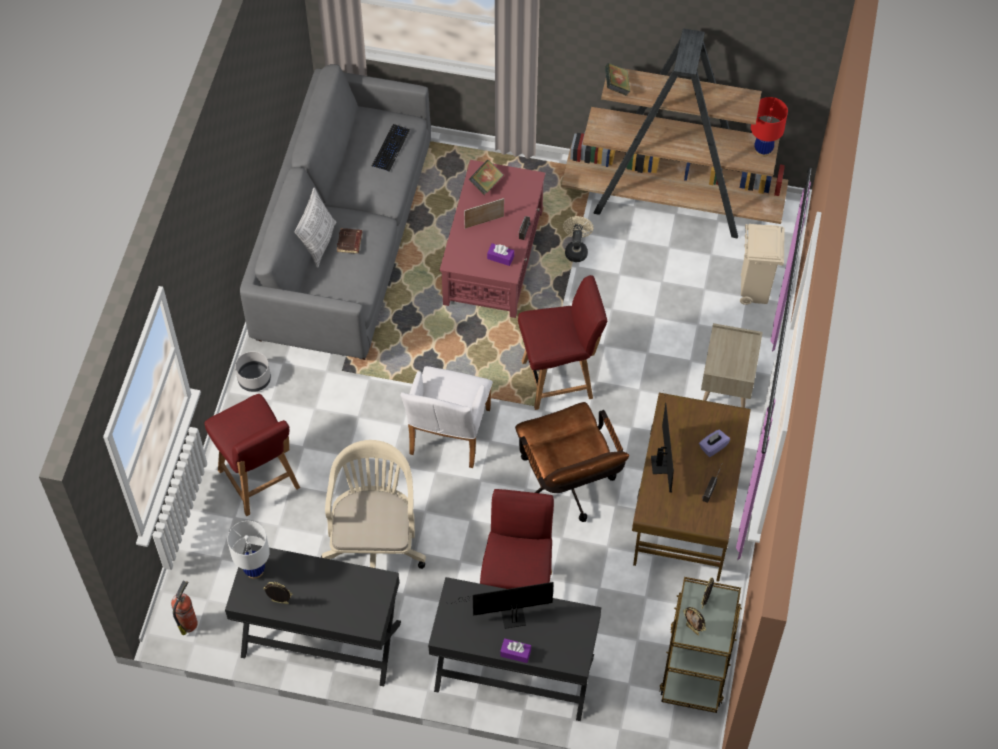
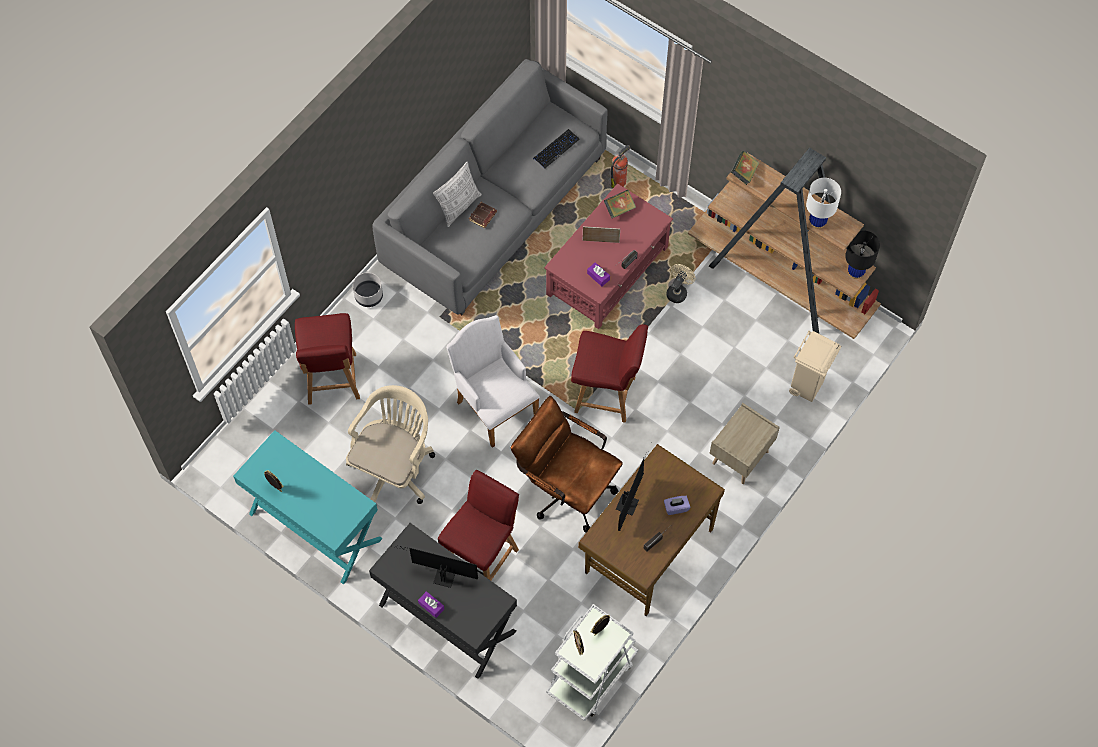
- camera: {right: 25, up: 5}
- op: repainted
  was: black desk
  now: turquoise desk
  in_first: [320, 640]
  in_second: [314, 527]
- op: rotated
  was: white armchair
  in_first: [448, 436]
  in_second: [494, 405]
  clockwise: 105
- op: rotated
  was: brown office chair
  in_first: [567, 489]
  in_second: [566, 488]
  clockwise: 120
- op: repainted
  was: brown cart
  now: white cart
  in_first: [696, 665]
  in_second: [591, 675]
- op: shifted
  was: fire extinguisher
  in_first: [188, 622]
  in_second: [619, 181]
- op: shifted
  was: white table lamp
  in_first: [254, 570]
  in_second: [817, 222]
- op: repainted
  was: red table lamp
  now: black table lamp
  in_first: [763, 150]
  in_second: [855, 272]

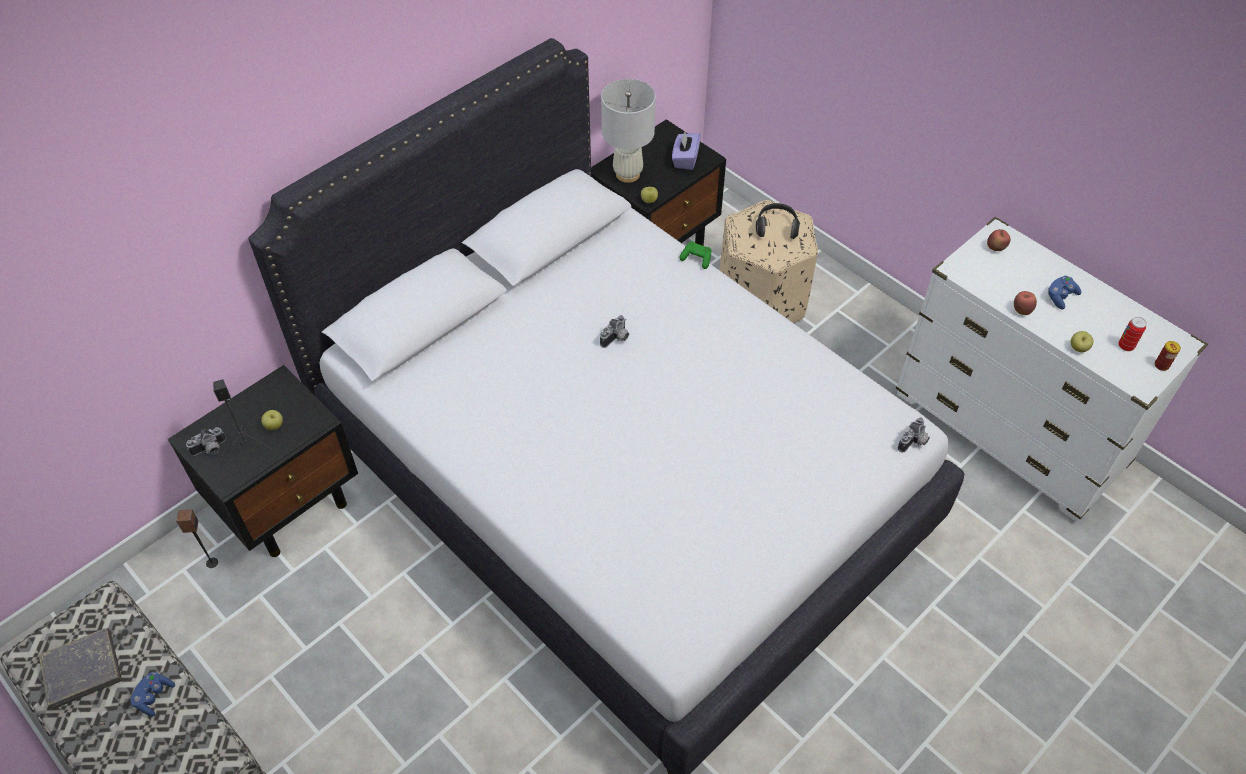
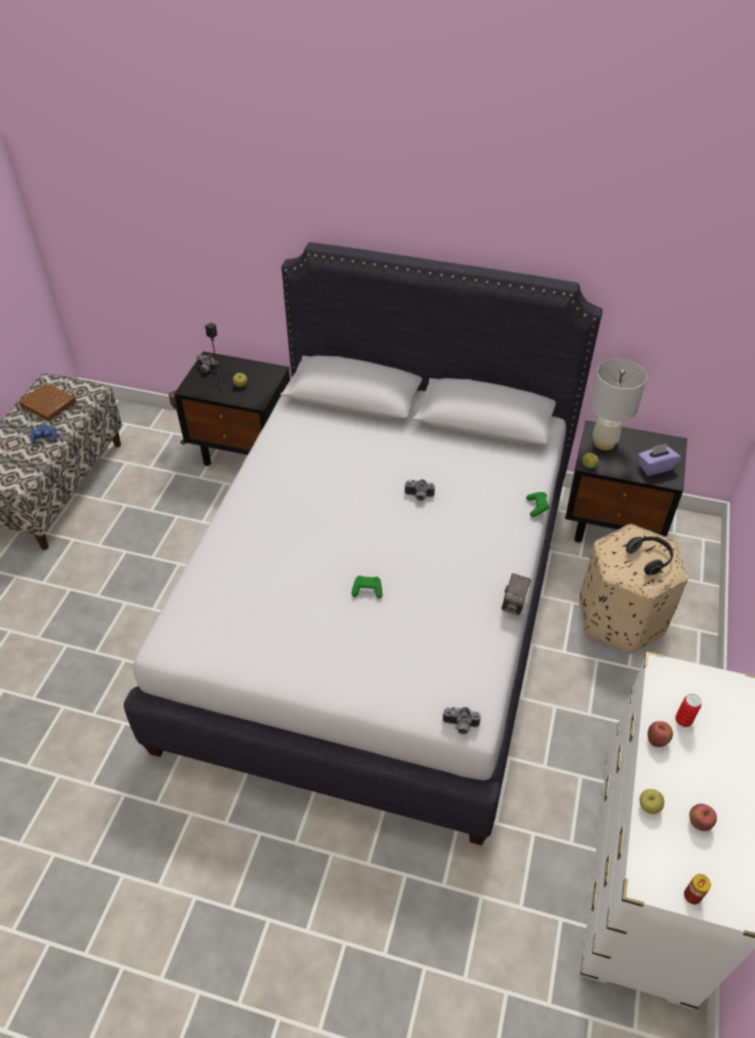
- camera: {right: 60, up: -5}
- op: repainted
  was: grey book
  now: brown book
  in_first: [82, 670]
  in_second: [48, 405]
- op: new
  now: green game controller
  in_second: [367, 590]
- op: new
  now: photo camera
  in_second: [514, 604]
- op: shifted
  was: can
  in_first: [1125, 346]
  in_second: [683, 720]
- op: shifted
  was: apple
  in_first: [995, 248]
  in_second: [698, 823]
- op: gone
  was: blue game controller
  in_first: [1060, 297]

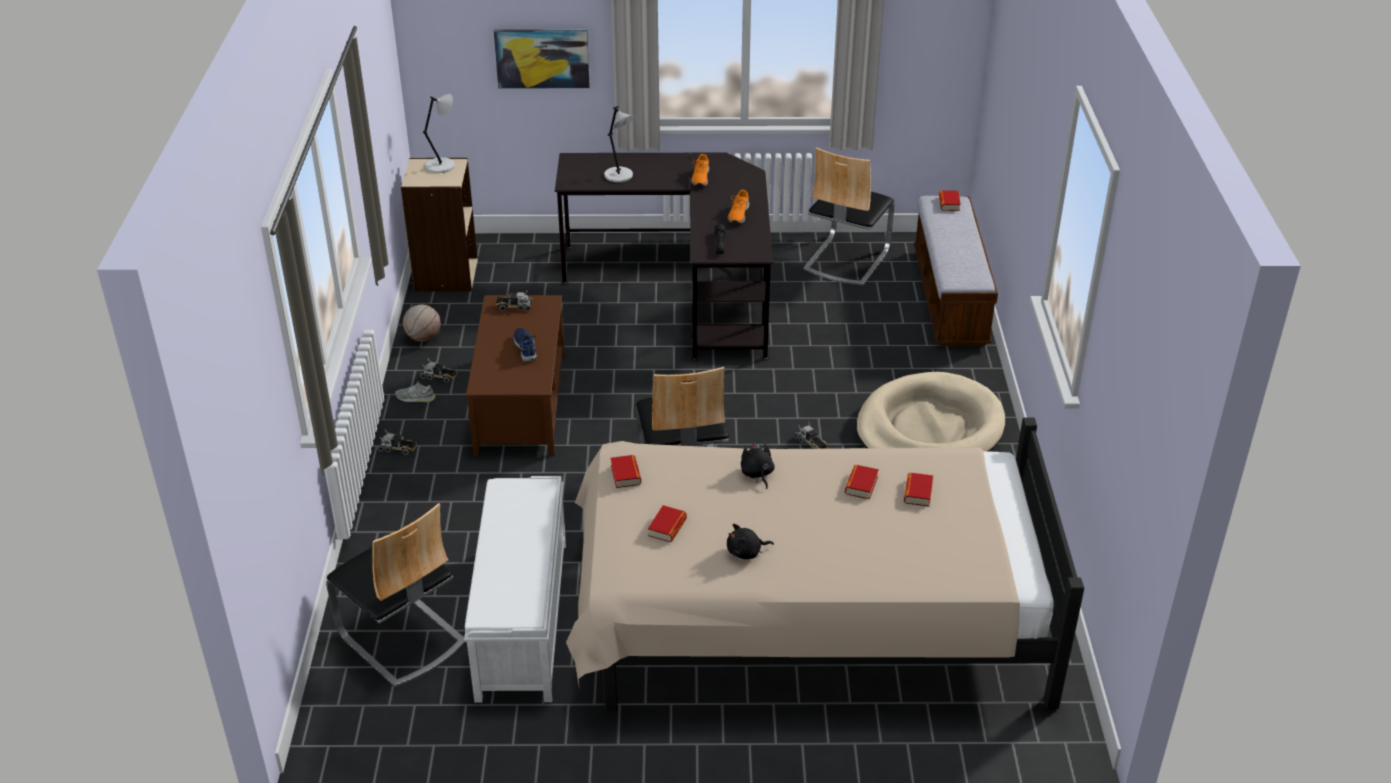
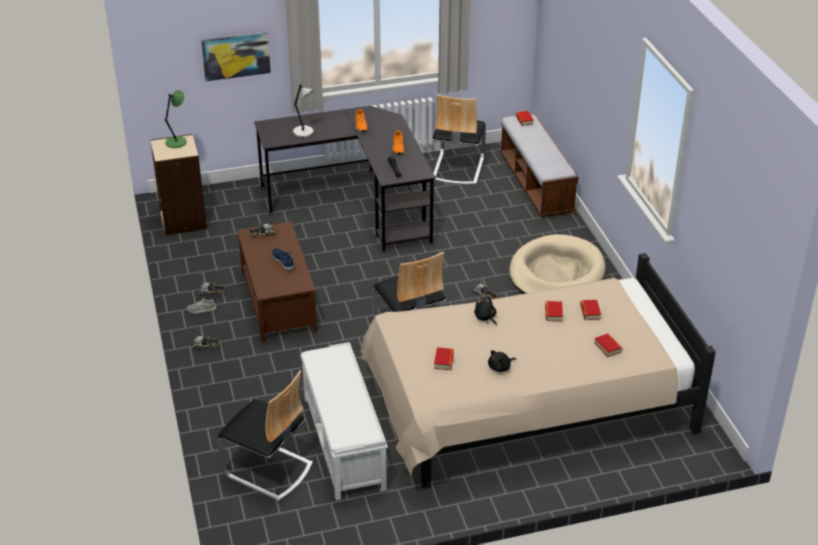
- camera: {right: -15, up: 0}
- op: repainted
  was: grey table lamp
  now: green table lamp
  in_first: [442, 165]
  in_second: [177, 142]
- op: shifted
  was: book
  in_first: [625, 475]
  in_second: [607, 347]
- op: gone
  was: basketball
  in_first: [423, 338]

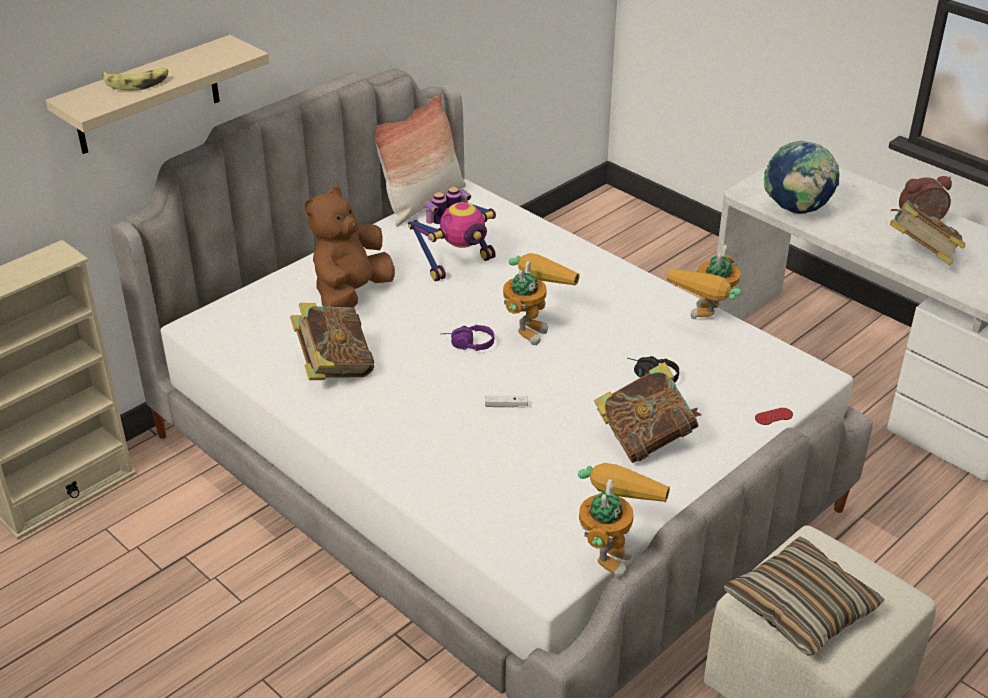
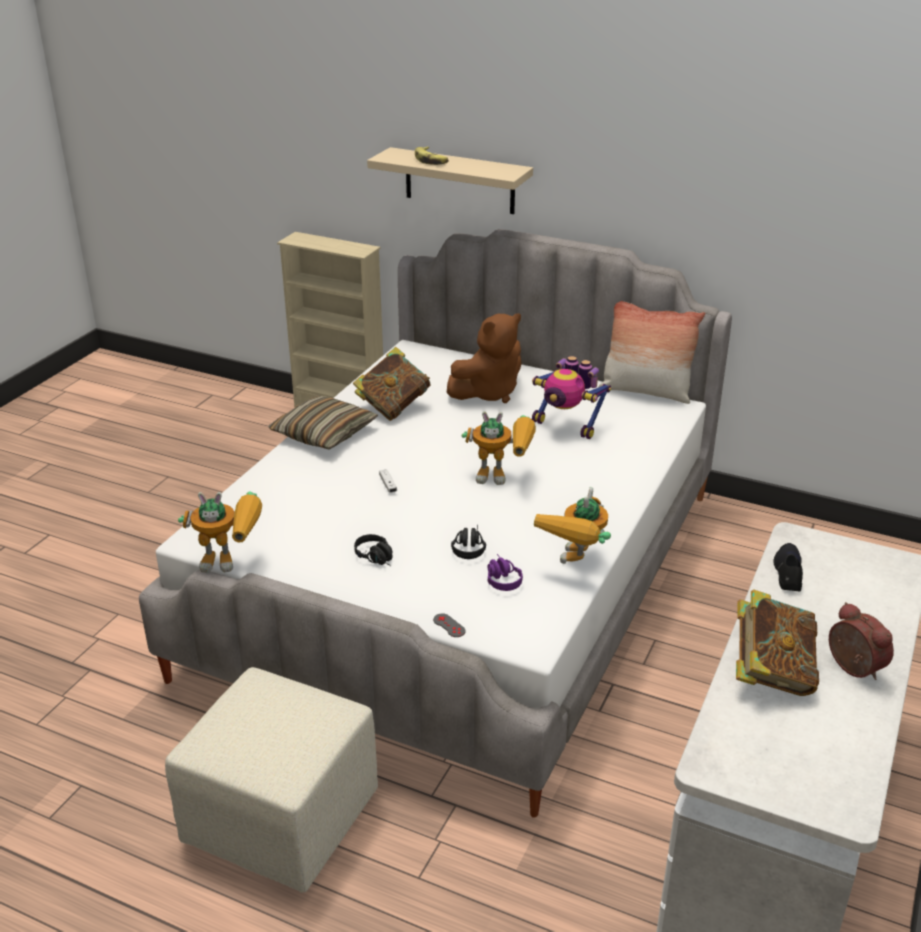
- camera: {right: 70, up: -5}
- op: shifted
  was: pillow
  in_first: [801, 607]
  in_second: [324, 433]
- op: swapped
  was: book
  now: black headphones
  in_first: [645, 440]
  in_second: [378, 558]
- op: repainted
  was: red game controller
  now: grey game controller
  in_first: [773, 416]
  in_second: [449, 625]
- op: rotated
  was: brown plush toy
  in_first: [351, 295]
  in_second: [488, 392]
  clockwise: 135
- op: shifted
  was: purple headphones
  in_first: [467, 345]
  in_second: [500, 578]
- op: rotated
  was: toy robot
  in_first: [706, 321]
  in_second: [576, 565]
  clockwise: -75
- op: swapped
  was: globe
  now: black shoe
  in_first: [796, 211]
  in_second: [788, 572]

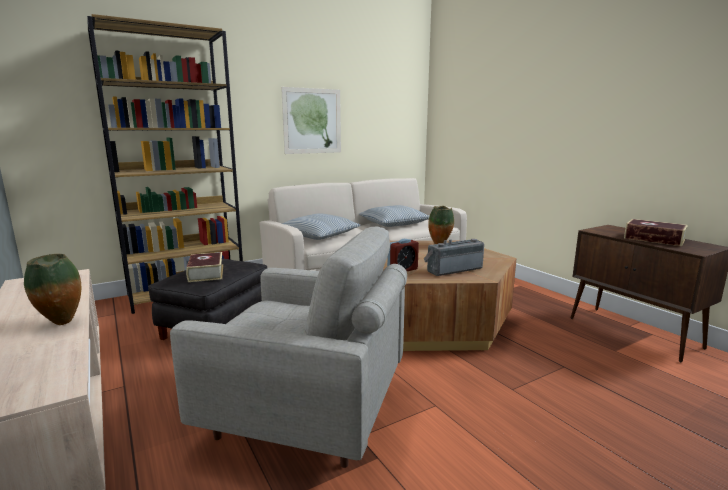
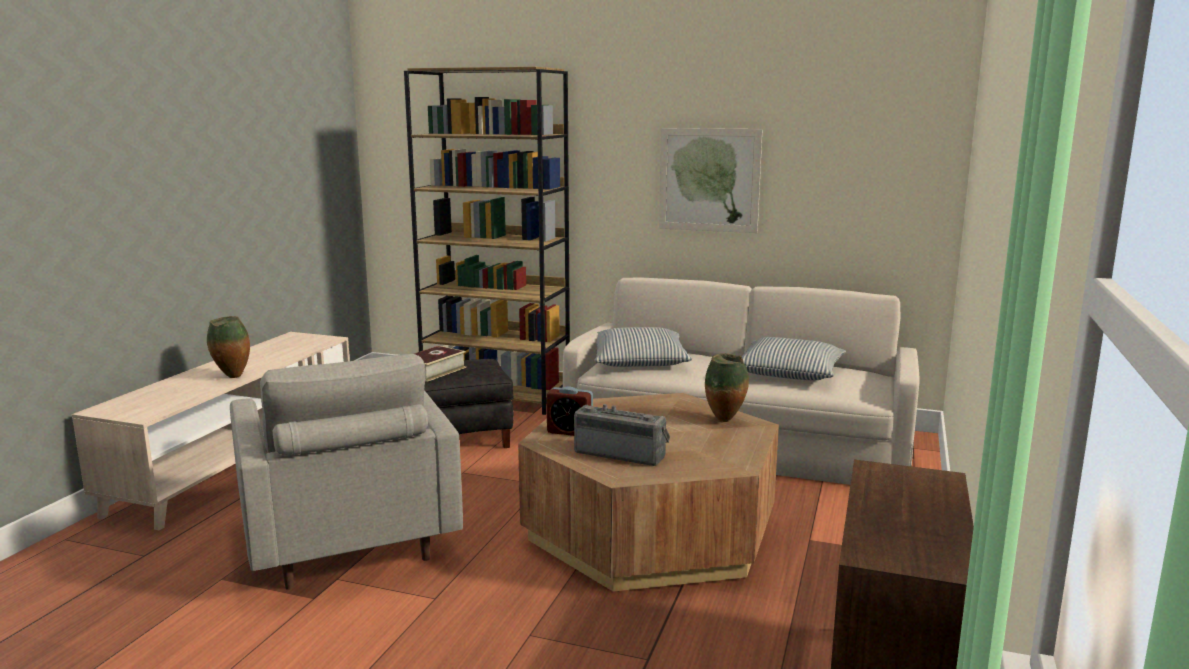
- camera: {right: 50, up: 0}
- op: gone
  was: book
  in_first: [654, 239]

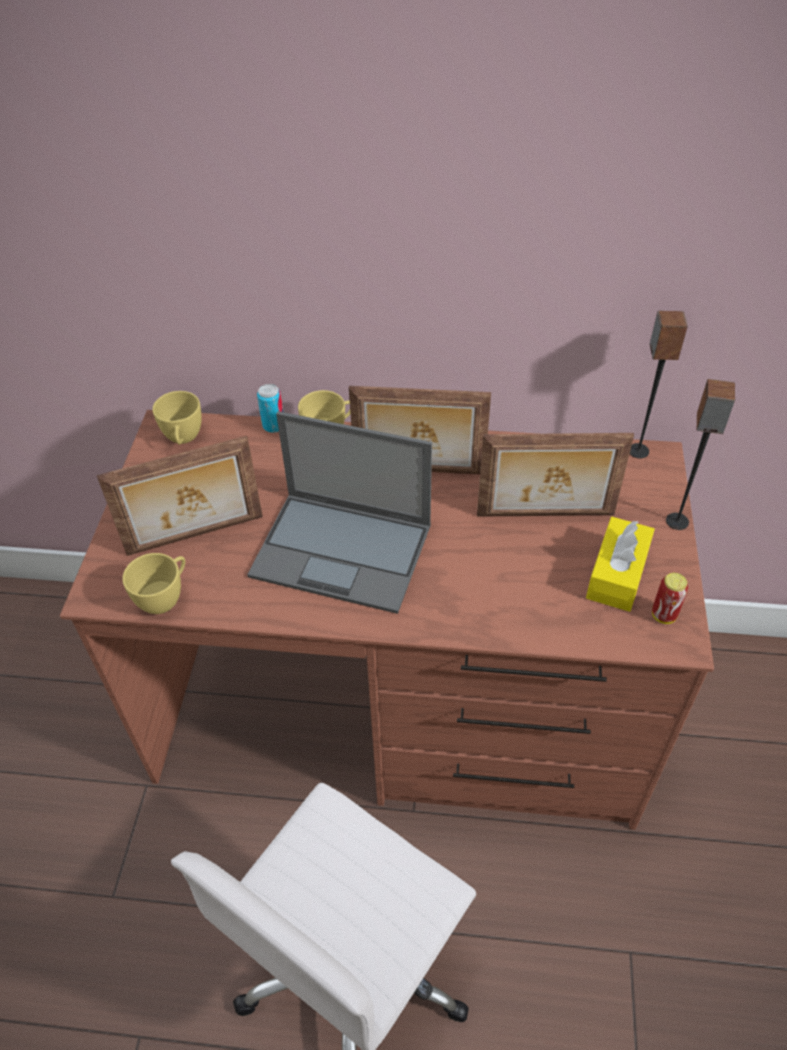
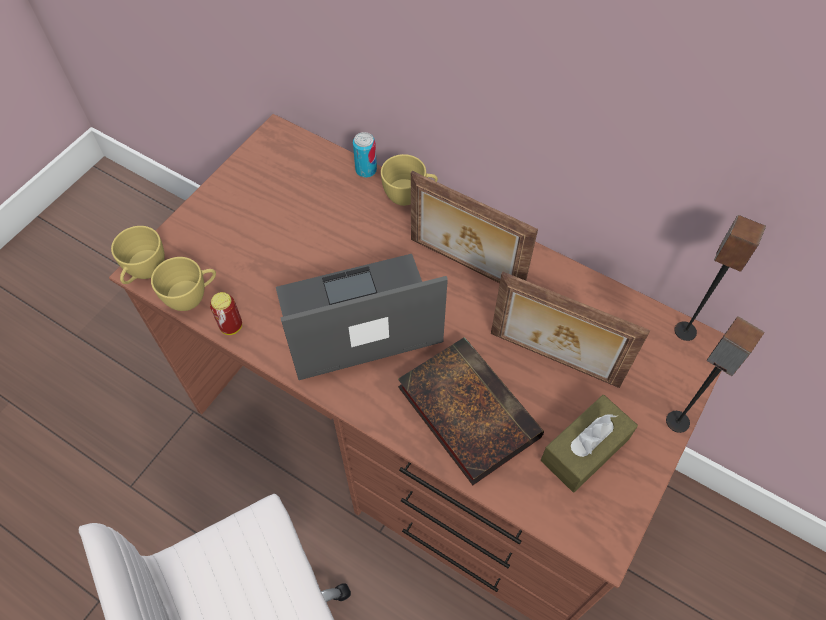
- camera: {right: 25, up: 10}
- op: shifted
  was: yellow cup
  in_first: [183, 439]
  in_second: [145, 272]
- op: shifted
  was: can
  in_first: [663, 615]
  in_second: [231, 326]
- op: rotated
  was: laptop
  in_first: [344, 551]
  in_second: [356, 317]
  clockwise: 120
- op: new
  now: book
  in_second: [464, 410]
- op: repainted
  was: yellow tissue box
  now: brown tissue box
  in_first: [617, 574]
  in_second: [585, 449]
- op: gone
  was: picture frame
  in_first: [196, 537]

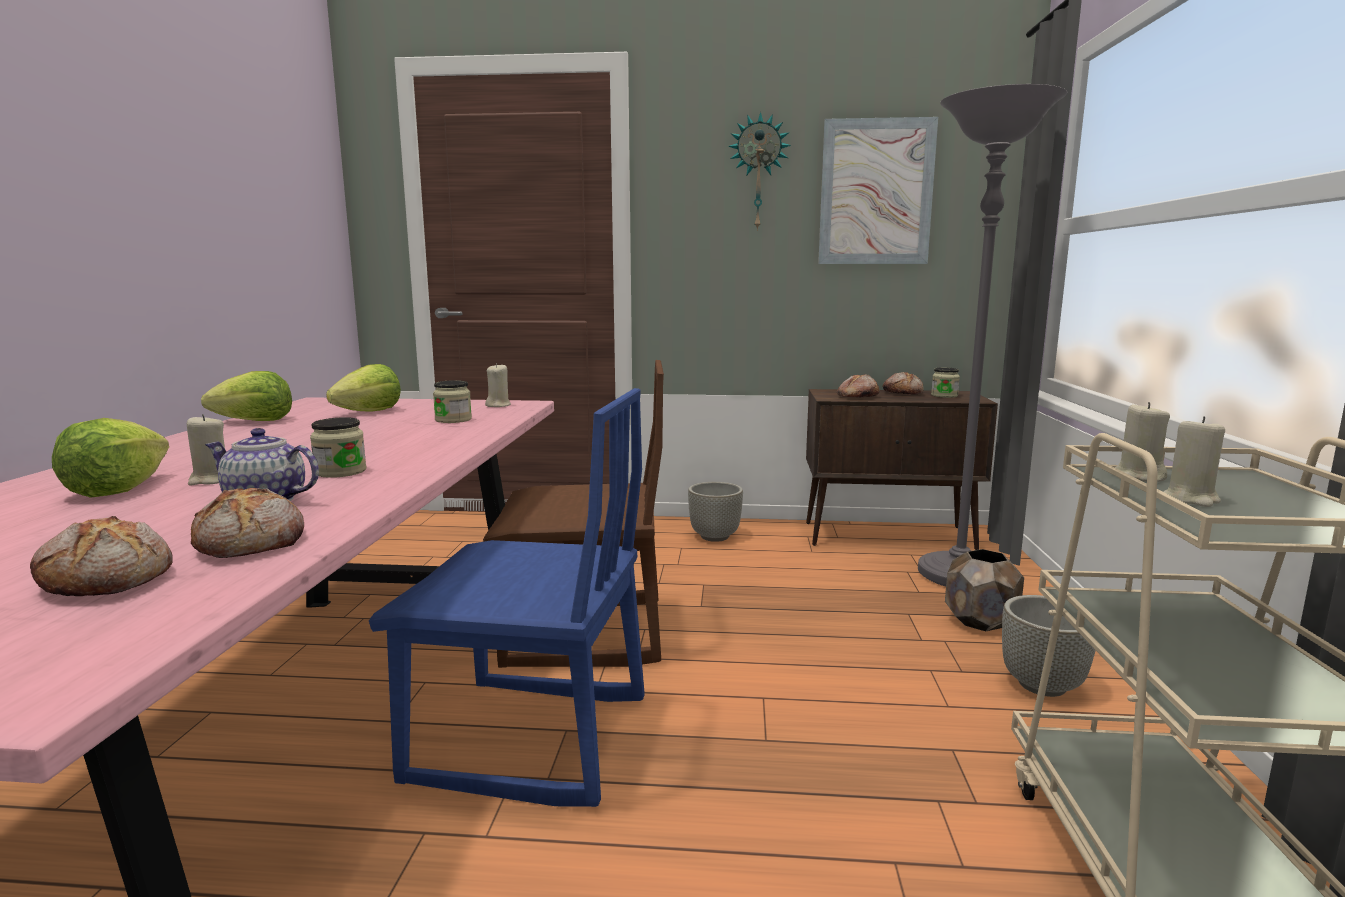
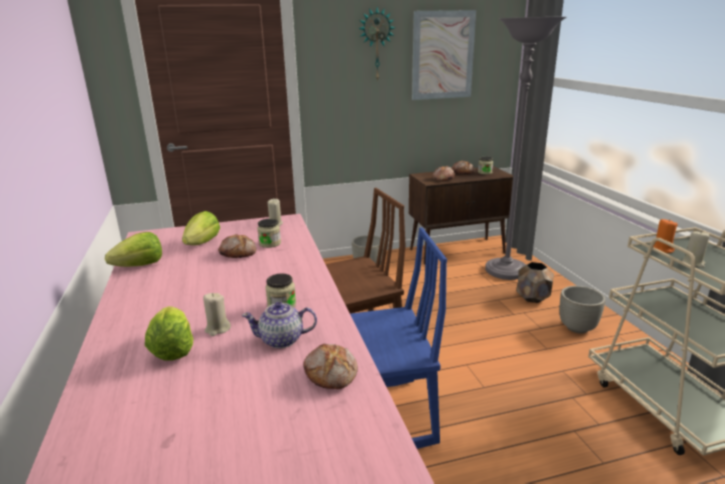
- camera: {right: -20, up: 10}
- op: shifted
  was: bread
  in_first: [109, 579]
  in_second: [238, 253]
- op: repainted
  was: beige candle
  now: orange candle
  in_first: [1138, 477]
  in_second: [662, 250]

